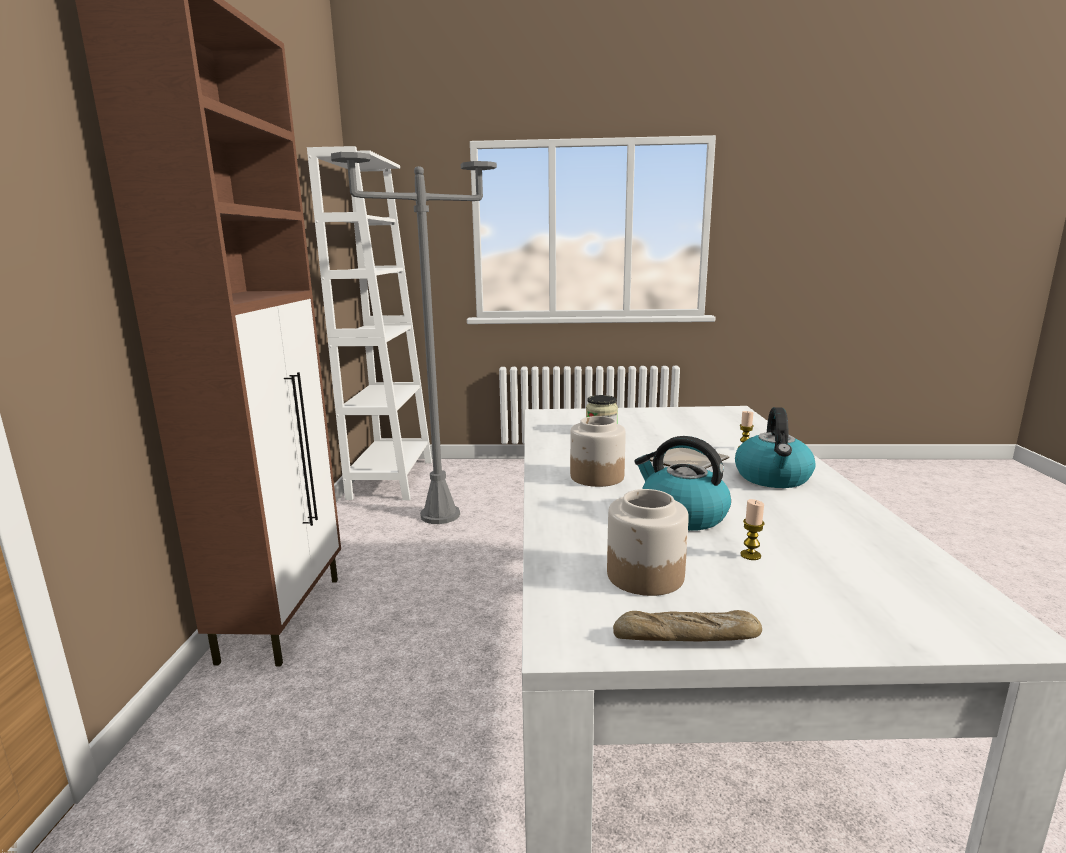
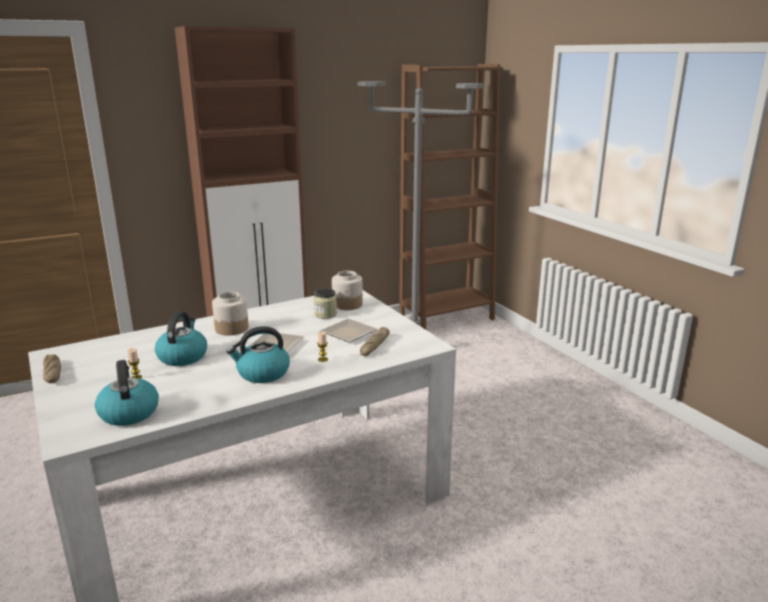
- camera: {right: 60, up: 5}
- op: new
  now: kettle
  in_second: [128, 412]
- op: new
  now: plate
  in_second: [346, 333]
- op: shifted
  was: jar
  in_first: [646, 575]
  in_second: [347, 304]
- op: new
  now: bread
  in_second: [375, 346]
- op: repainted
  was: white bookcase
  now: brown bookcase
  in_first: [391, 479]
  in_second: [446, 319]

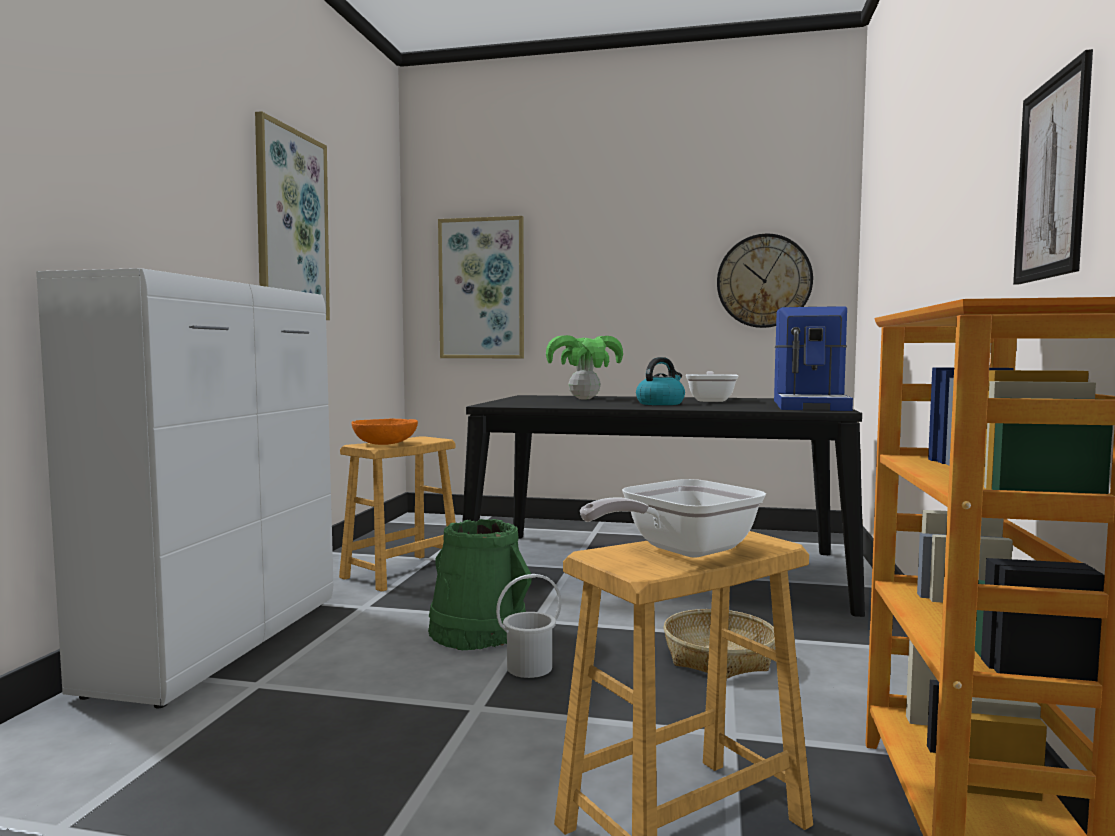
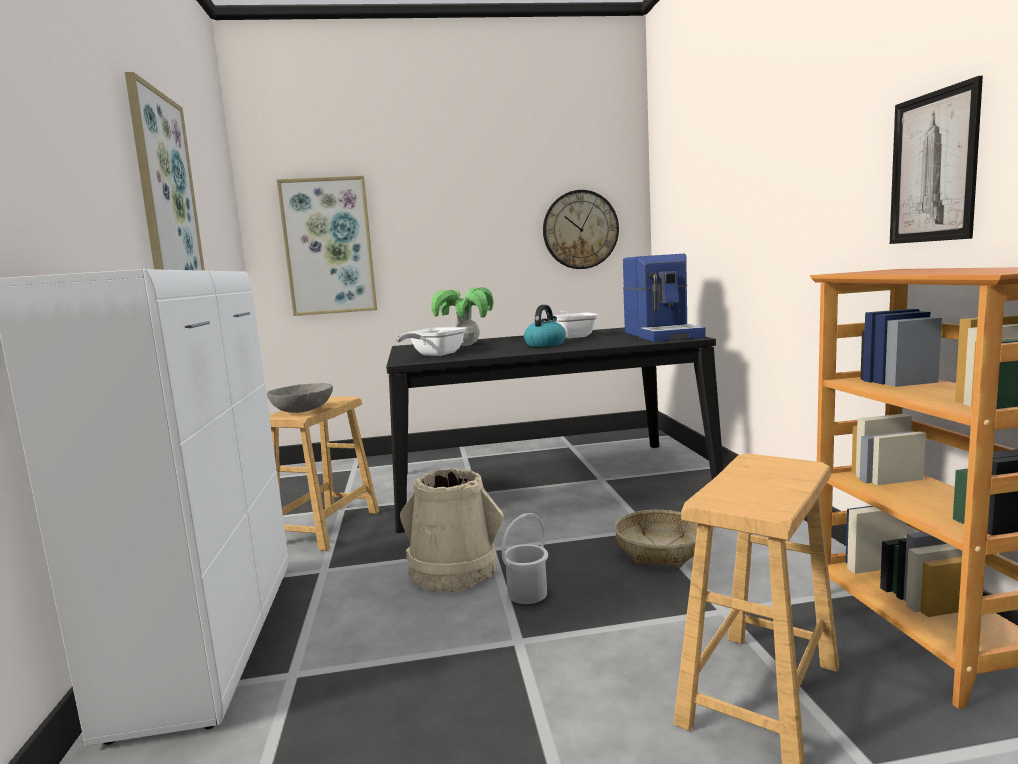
- camera: {right: -20, up: 5}
- op: repainted
  was: orange bowl
  now: grey bowl
  in_first: [385, 444]
  in_second: [303, 410]
- op: shifted
  was: frying pan
  in_first: [679, 551]
  in_second: [434, 355]
- op: repainted
  was: green bucket
  now: beige bucket
  in_first: [478, 632]
  in_second: [453, 571]

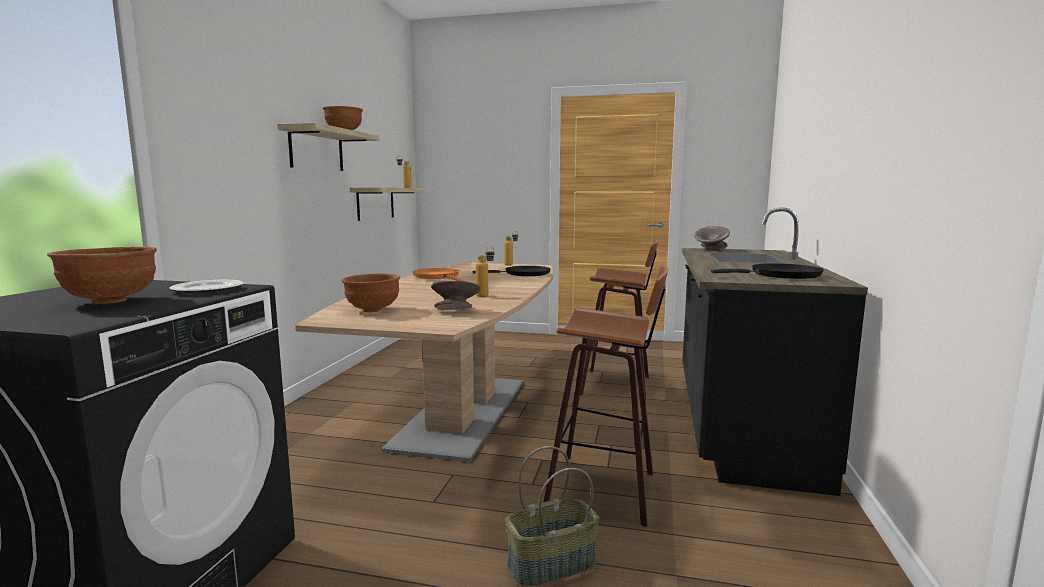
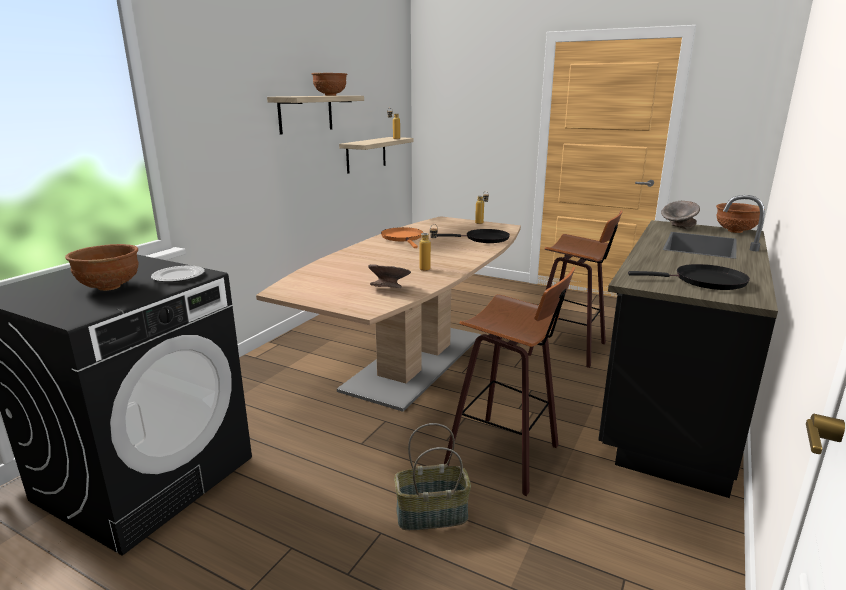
- camera: {right: 15, up: 10}
- op: shifted
  was: brown bowl
  in_first: [372, 310]
  in_second: [734, 231]

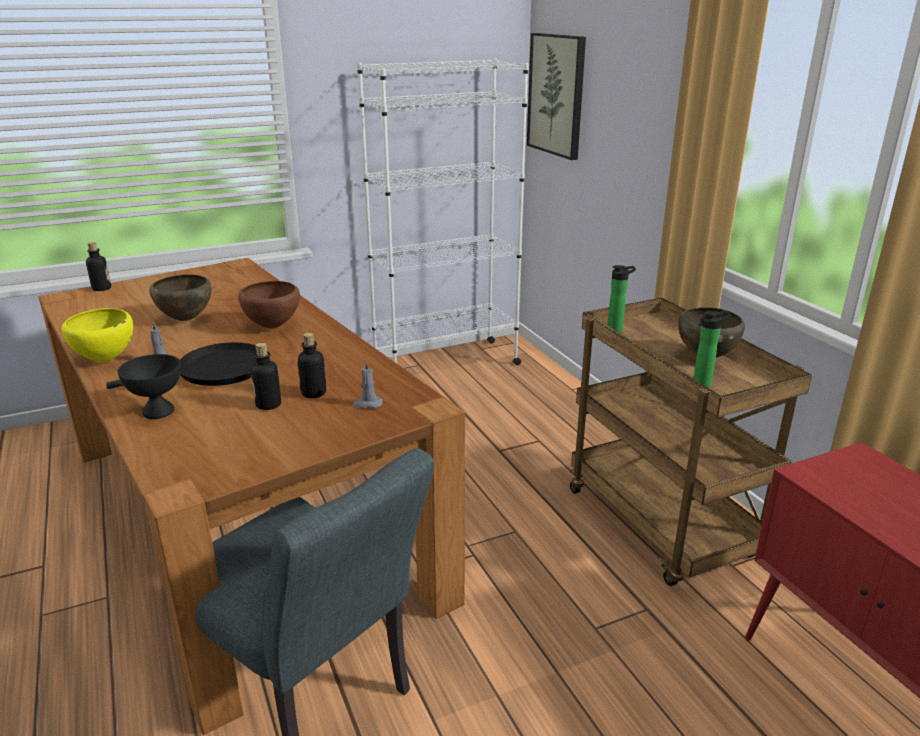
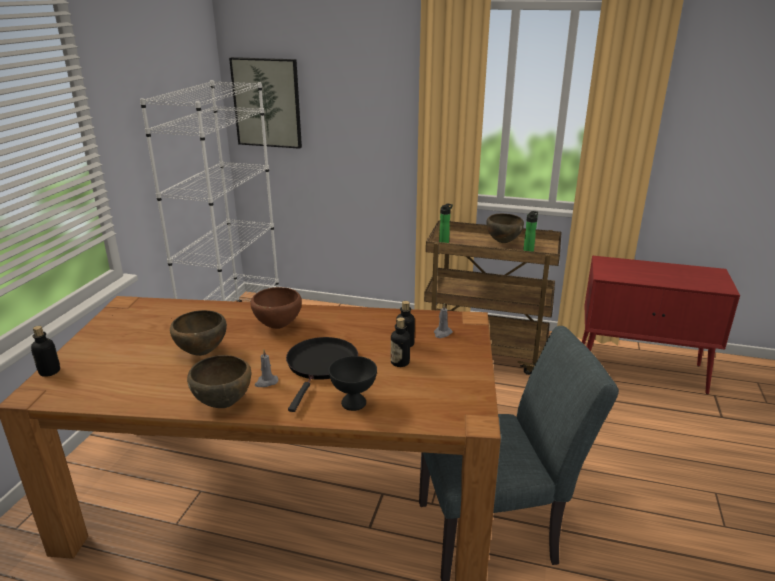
- camera: {right: -50, up: 0}
- op: repainted
  was: yellow bowl
  now: brown bowl
  in_first: [106, 359]
  in_second: [224, 404]

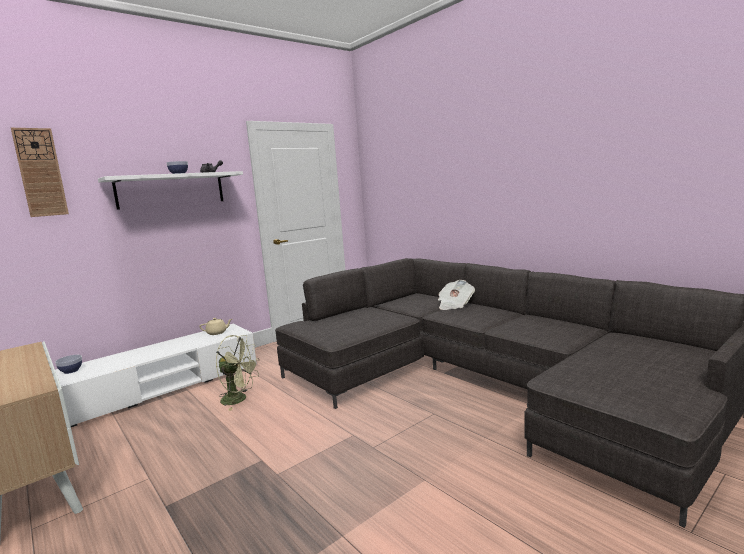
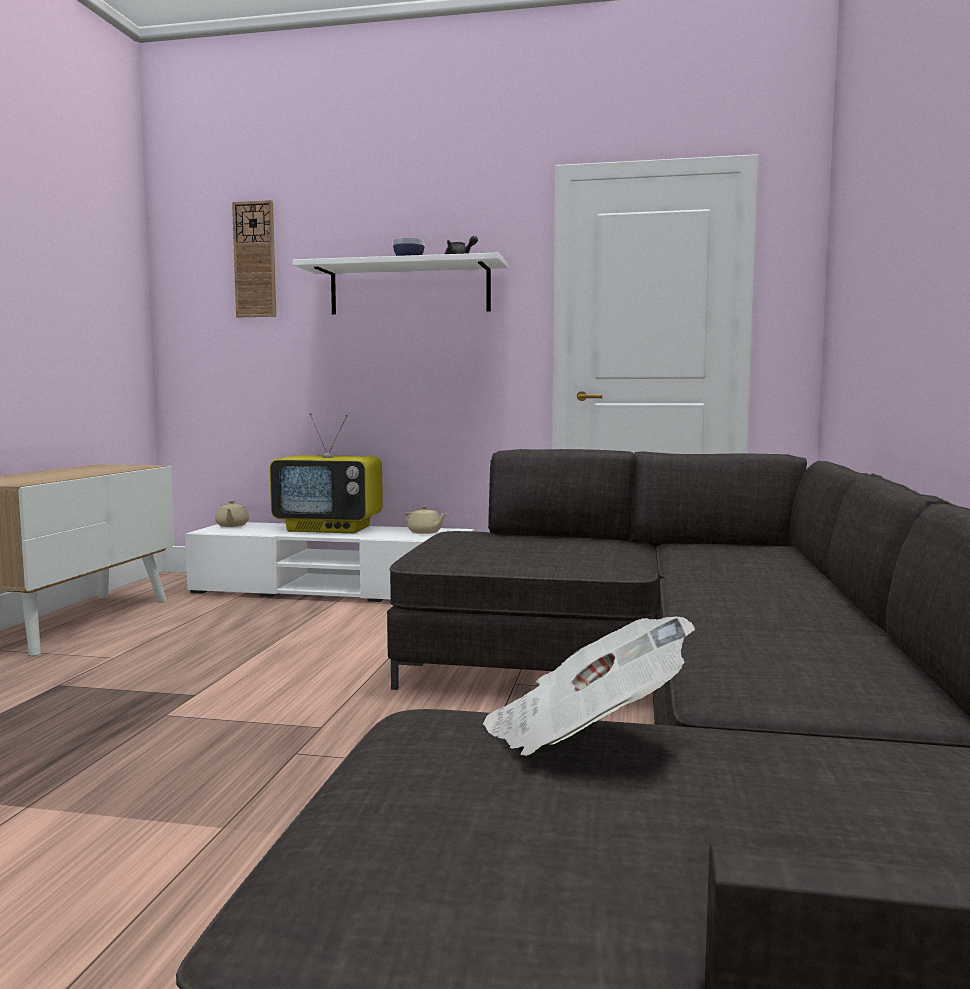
- camera: {right: 50, up: -5}
- op: swapped
  was: bowl
  now: beige teapot
  in_first: [71, 371]
  in_second: [232, 525]
- op: new
  now: television
  in_second: [330, 529]
- op: shifted
  was: newspaper
  in_first: [454, 305]
  in_second: [583, 734]
- op: gone
  was: green fan
  in_first: [239, 399]

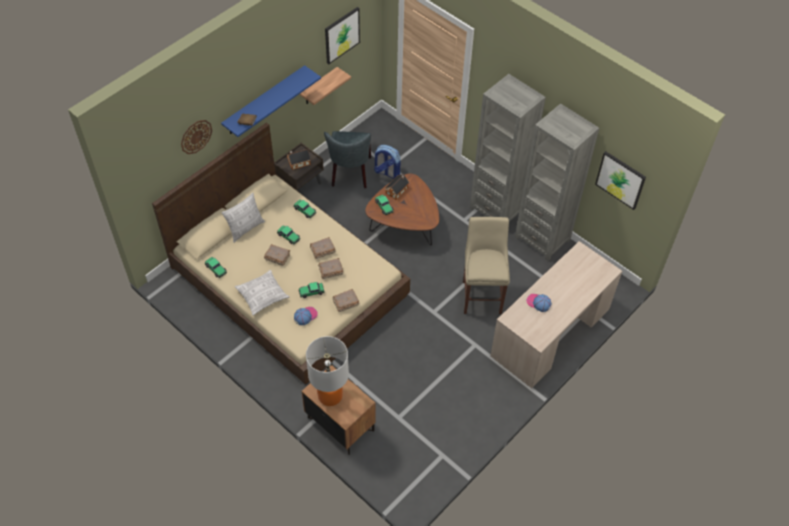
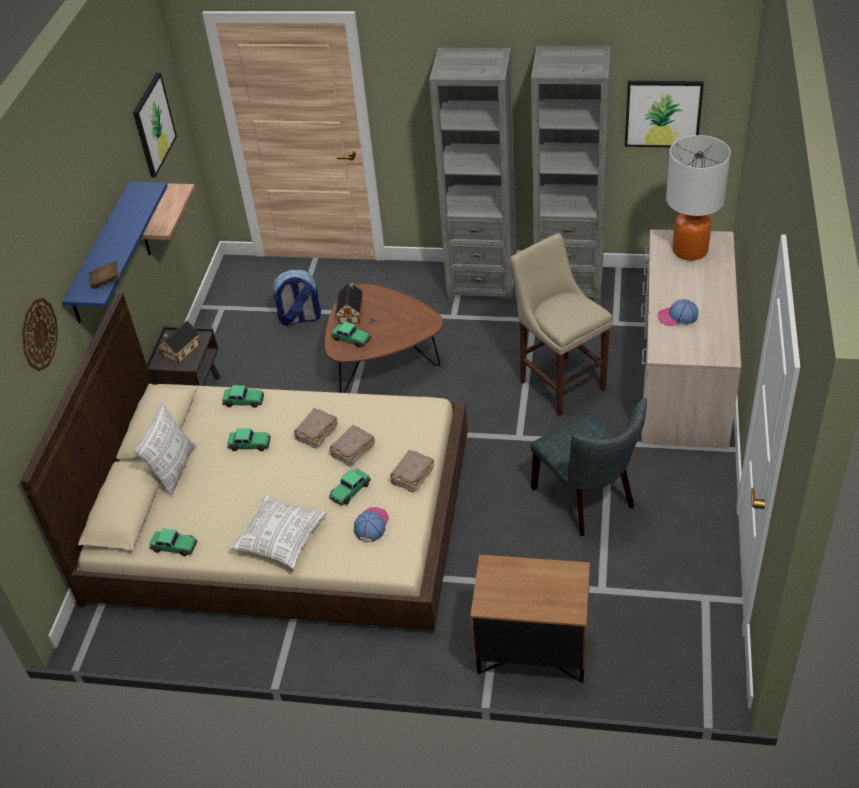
- camera: {right: -30, up: -10}
- op: shifted
  was: grey chair
  in_first: [350, 174]
  in_second: [588, 500]
- op: shifted
  was: table lamp
  in_first: [330, 396]
  in_second: [690, 250]
- op: gone
  was: brown book
  in_first: [277, 257]

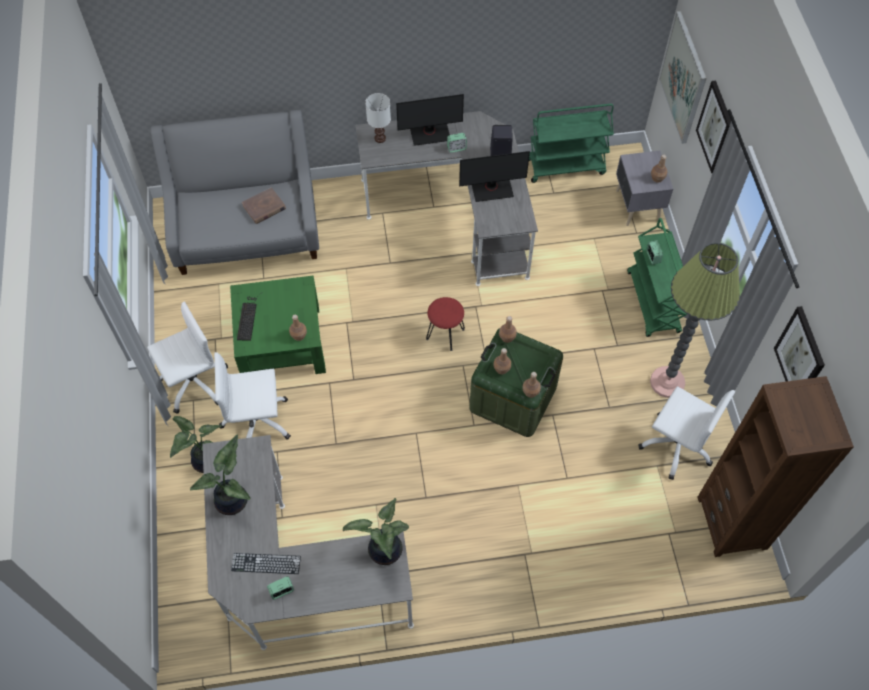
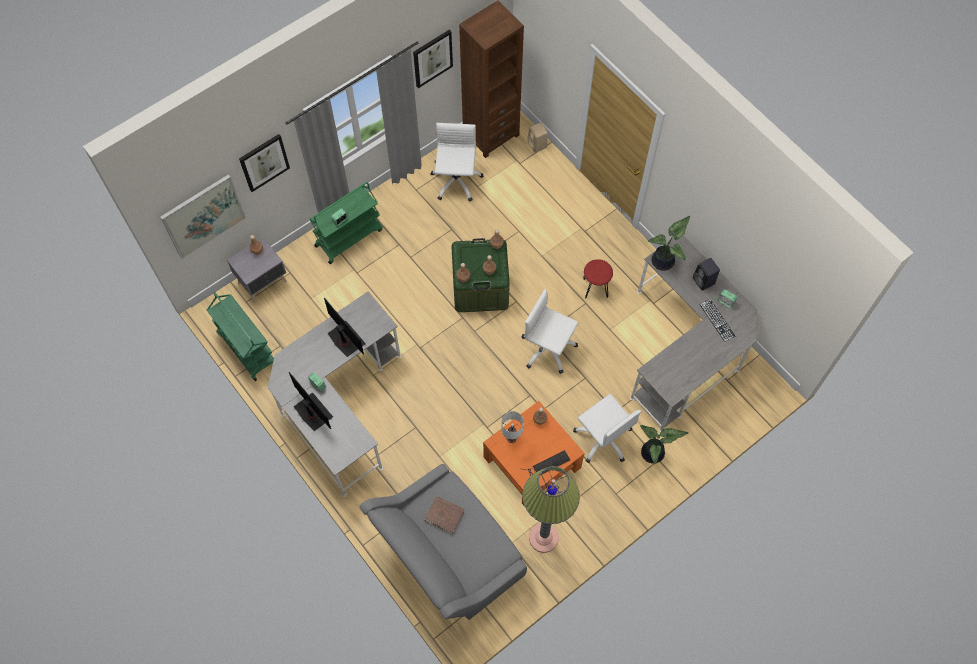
- camera: {right: -120, up: 5}
- op: repainted
  was: green coffee table
  now: orange coffee table
  in_first: [281, 342]
  in_second: [532, 462]
- op: shifted
  was: white table lamp
  in_first: [380, 138]
  in_second: [511, 437]
- op: shifted
  was: white office chair
  in_first: [194, 382]
  in_second: [548, 349]
- op: shifted
  was: floor lamp
  in_first: [667, 382]
  in_second: [543, 538]
- op: new
  now: beige speaker
  in_second: [537, 145]
- op: shifted
  was: red stool
  in_first: [445, 334]
  in_second: [595, 287]
- op: shifted
  was: black speaker
  in_first: [499, 154]
  in_second: [704, 281]
- op: gone
  was: potted plant
  in_first: [233, 500]

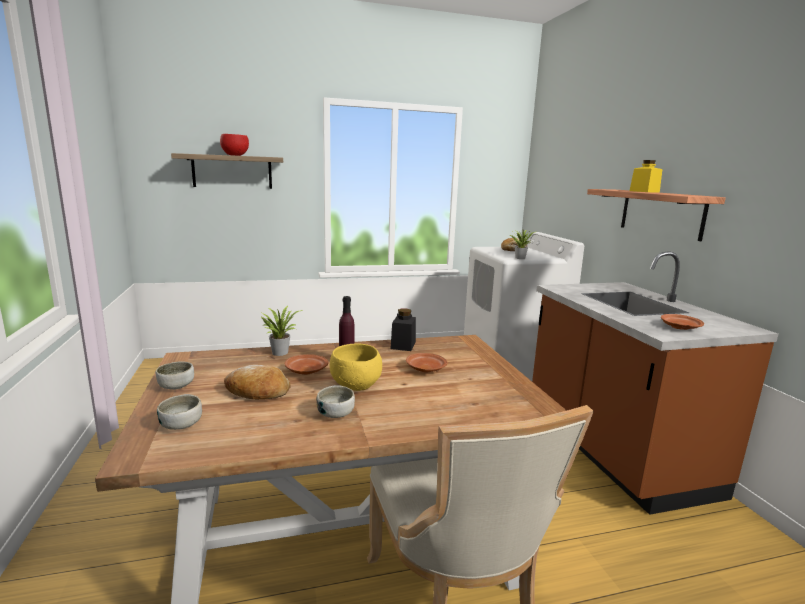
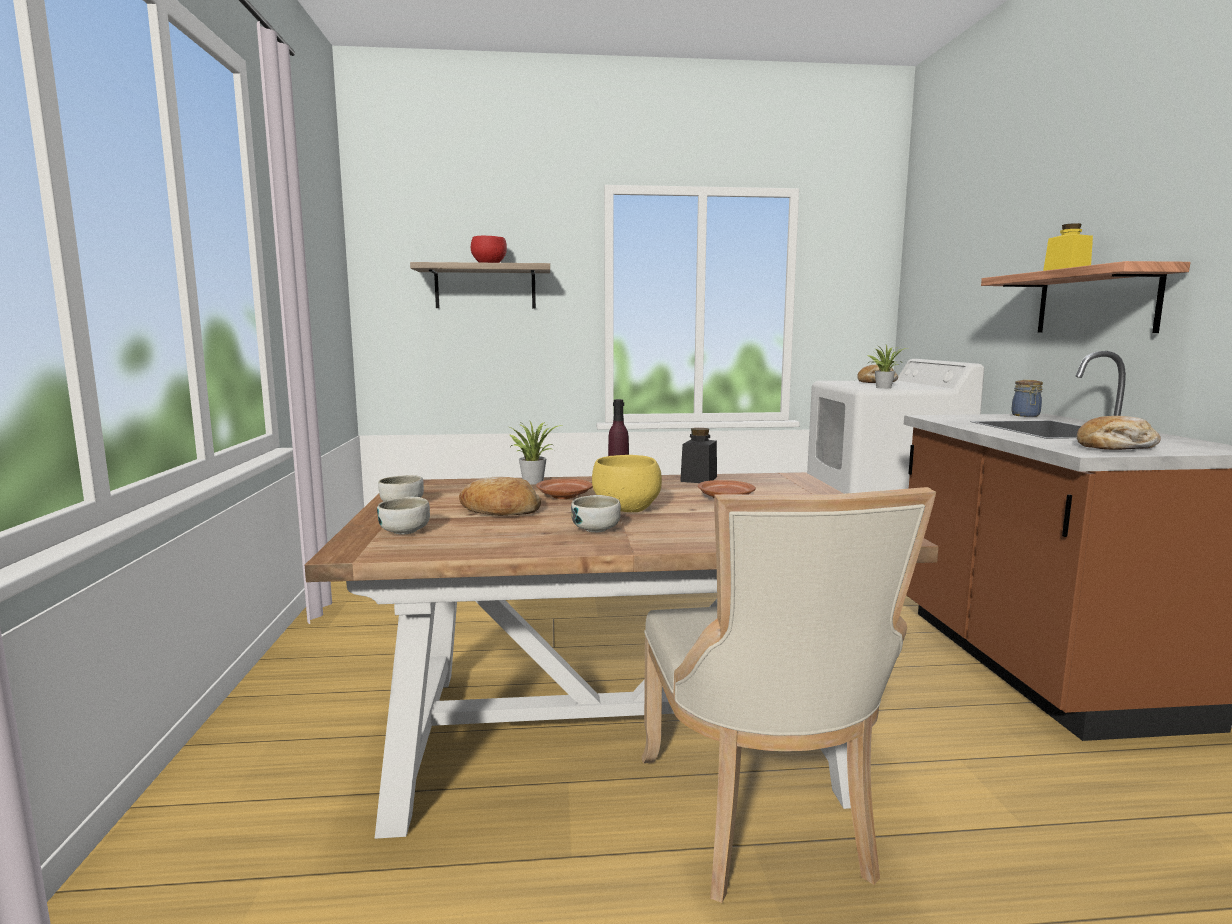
- camera: {right: 10, up: -5}
- op: new
  now: jar
  in_second: [1025, 415]
- op: swapped
  was: brown plate
  now: bread
  in_first: [680, 327]
  in_second: [1116, 447]

